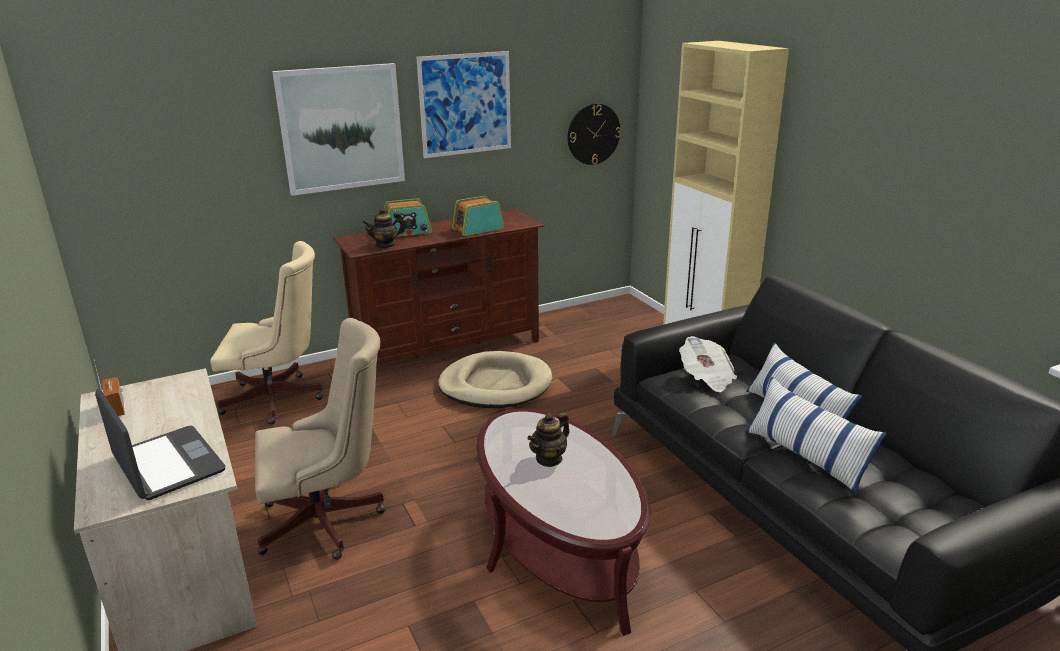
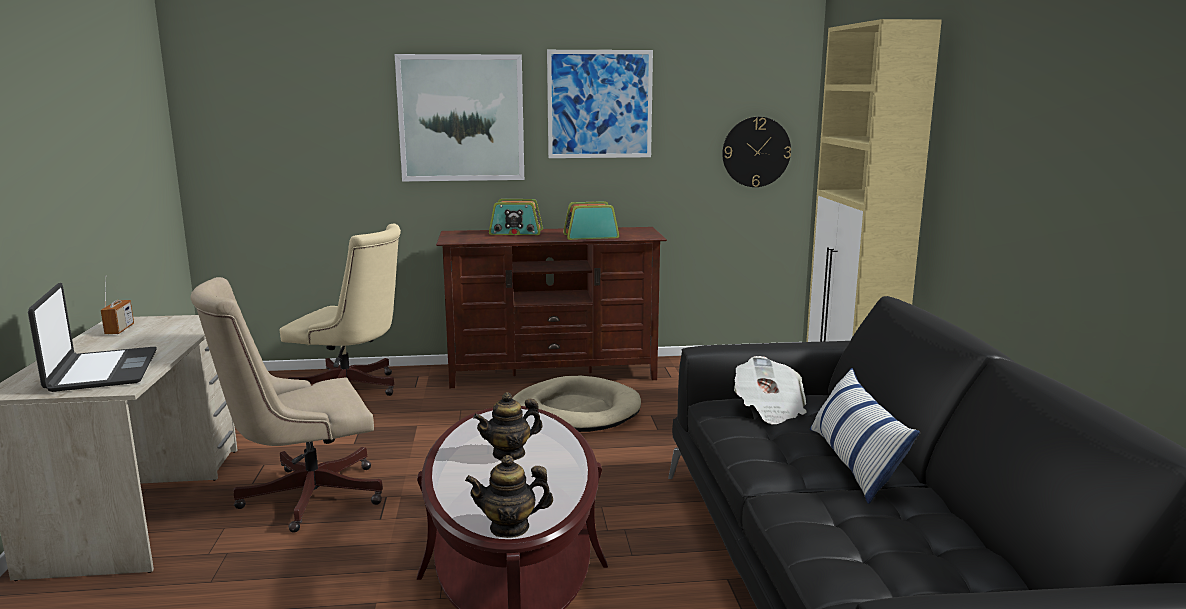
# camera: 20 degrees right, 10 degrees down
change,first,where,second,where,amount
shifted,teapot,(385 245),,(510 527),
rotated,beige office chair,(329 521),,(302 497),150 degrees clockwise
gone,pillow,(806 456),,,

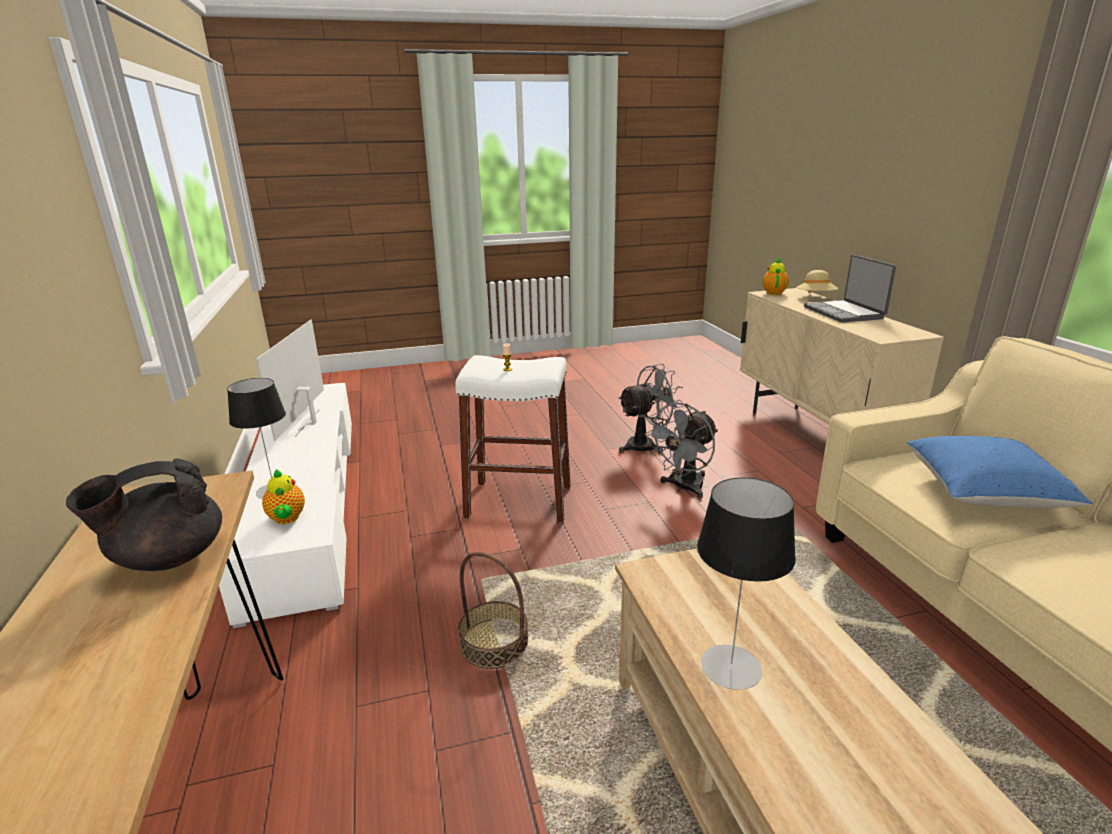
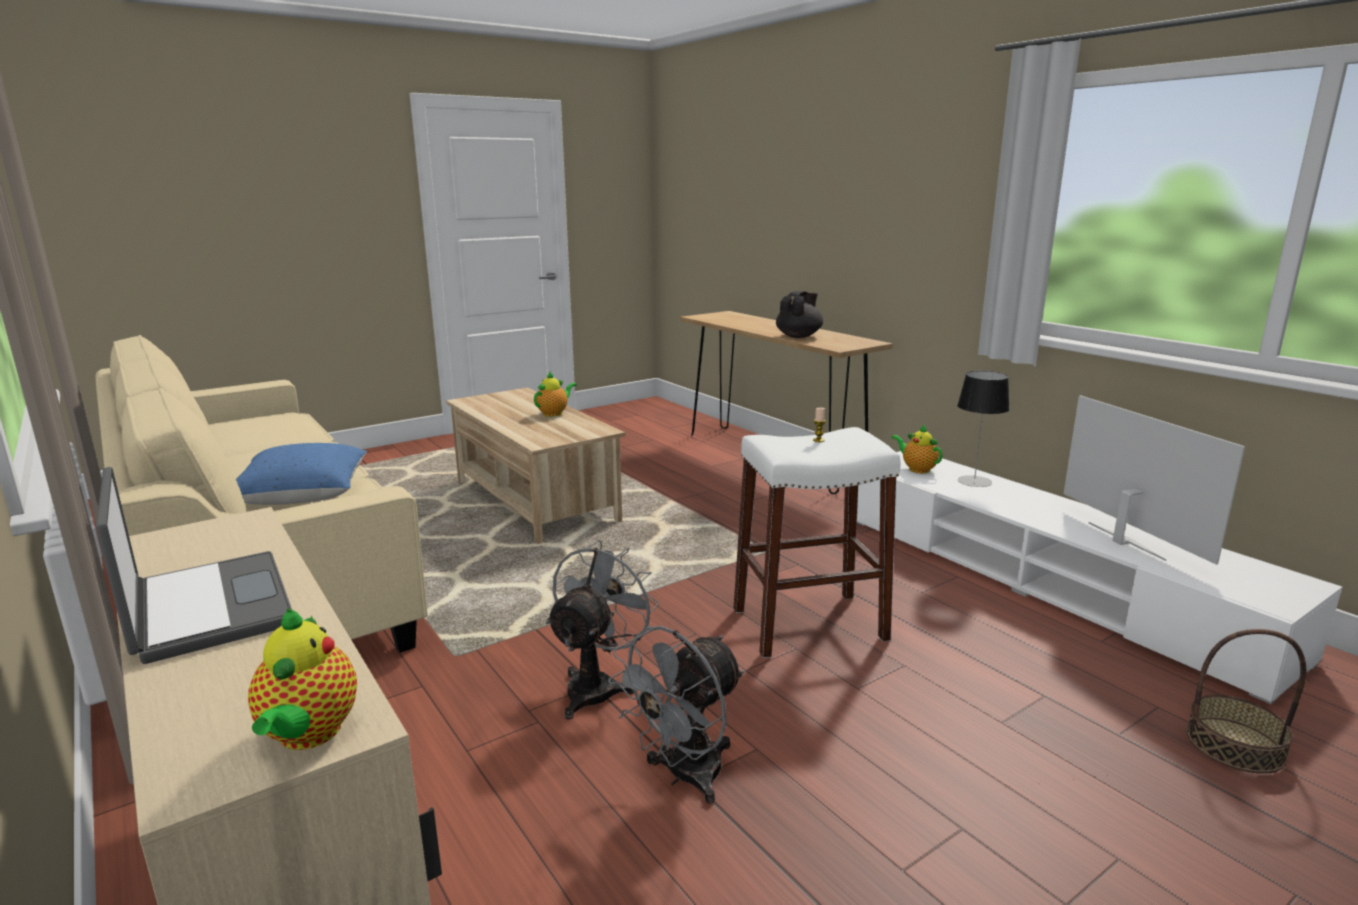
# camera: 160 degrees right, 5 degrees down
change,first,where,second,where,amount
gone,beige hat,(815 298),,,
swapped,table lamp,(730 667),teapot,(554 413),
shifted,basket,(494 643),,(1234 744),

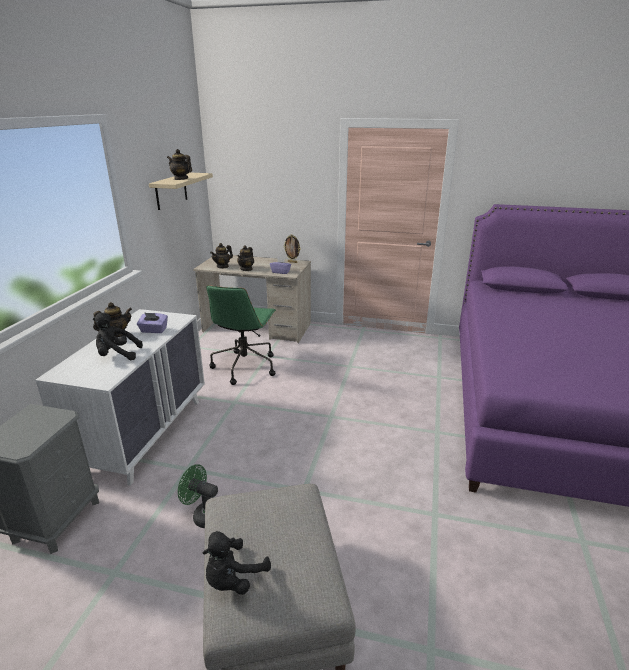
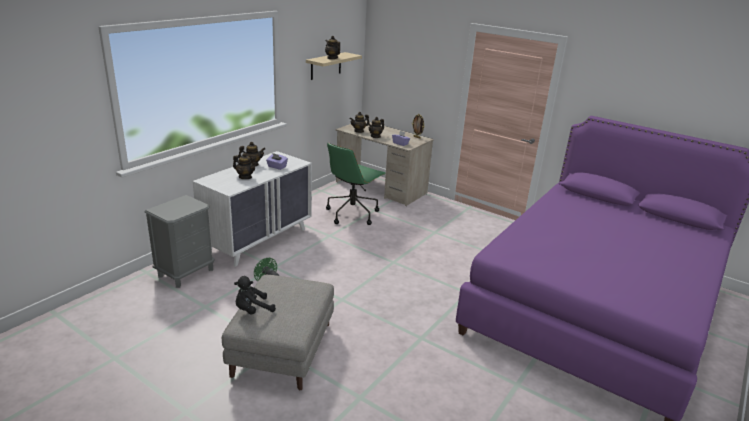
# camera: 20 degrees right, 0 degrees up
change,first,where,second,where,amount
swapped,black plush toy,(117 355),teapot,(245 177),

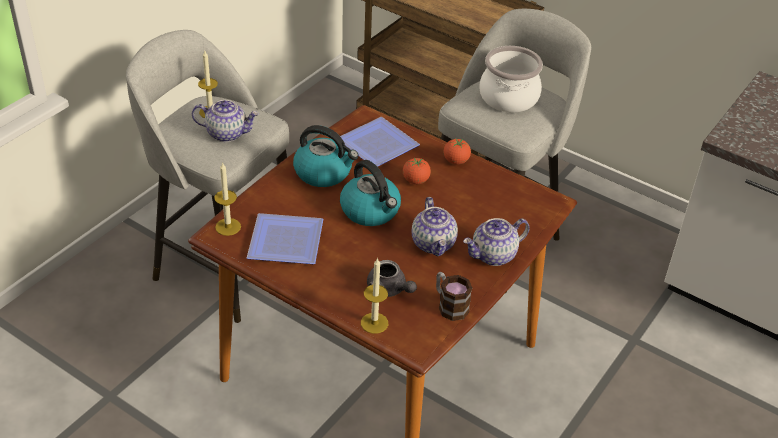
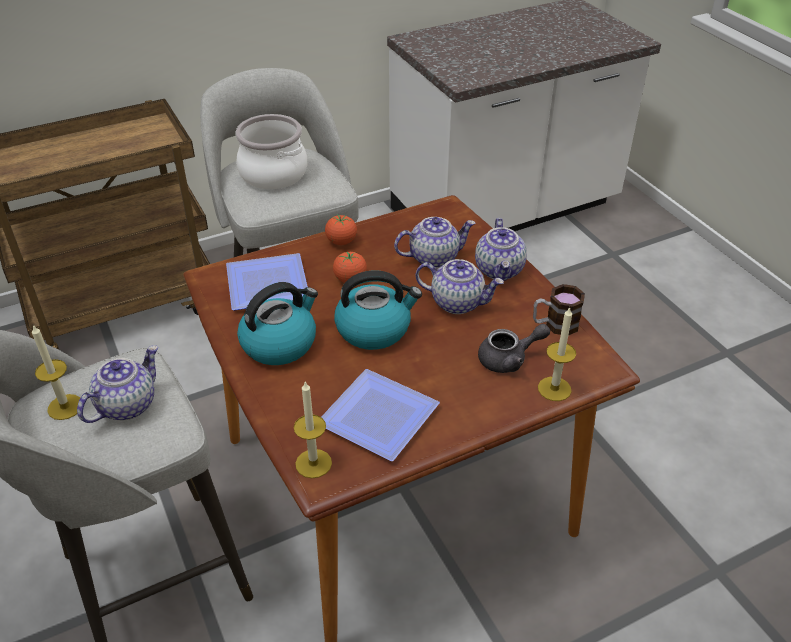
# camera: 60 degrees left, 0 degrees up
change,first,where,second,where,amount
new,,,teapot,(434 257),

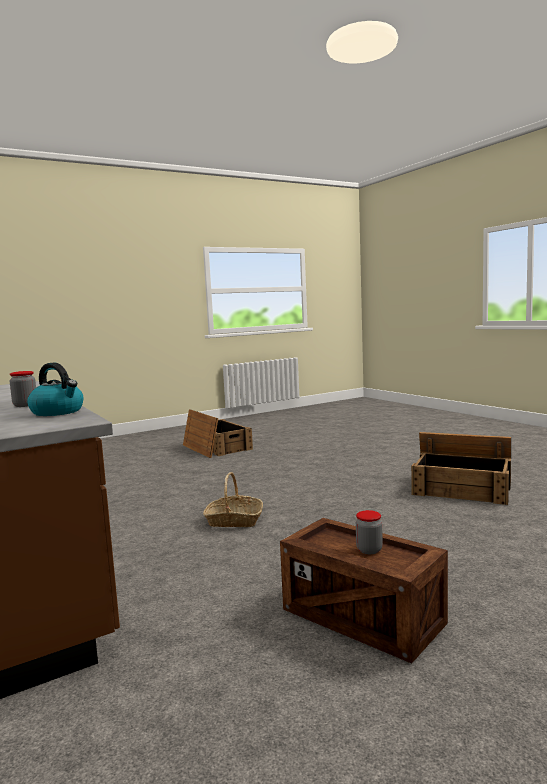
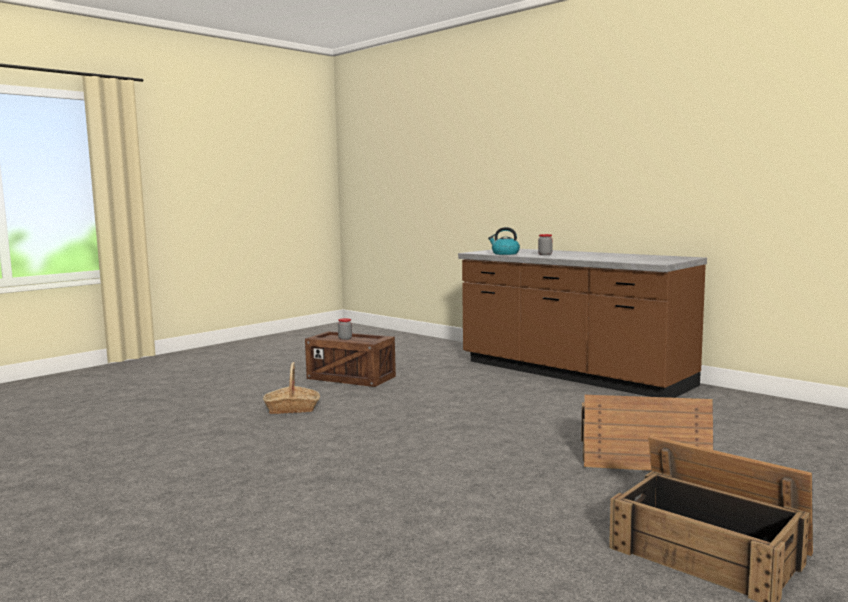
# camera: 165 degrees right, 0 degrees up
change,first,where,second,where,amount
shifted,crate,(462 488),,(640 455),
shifted,basket,(234 521),,(292 408),

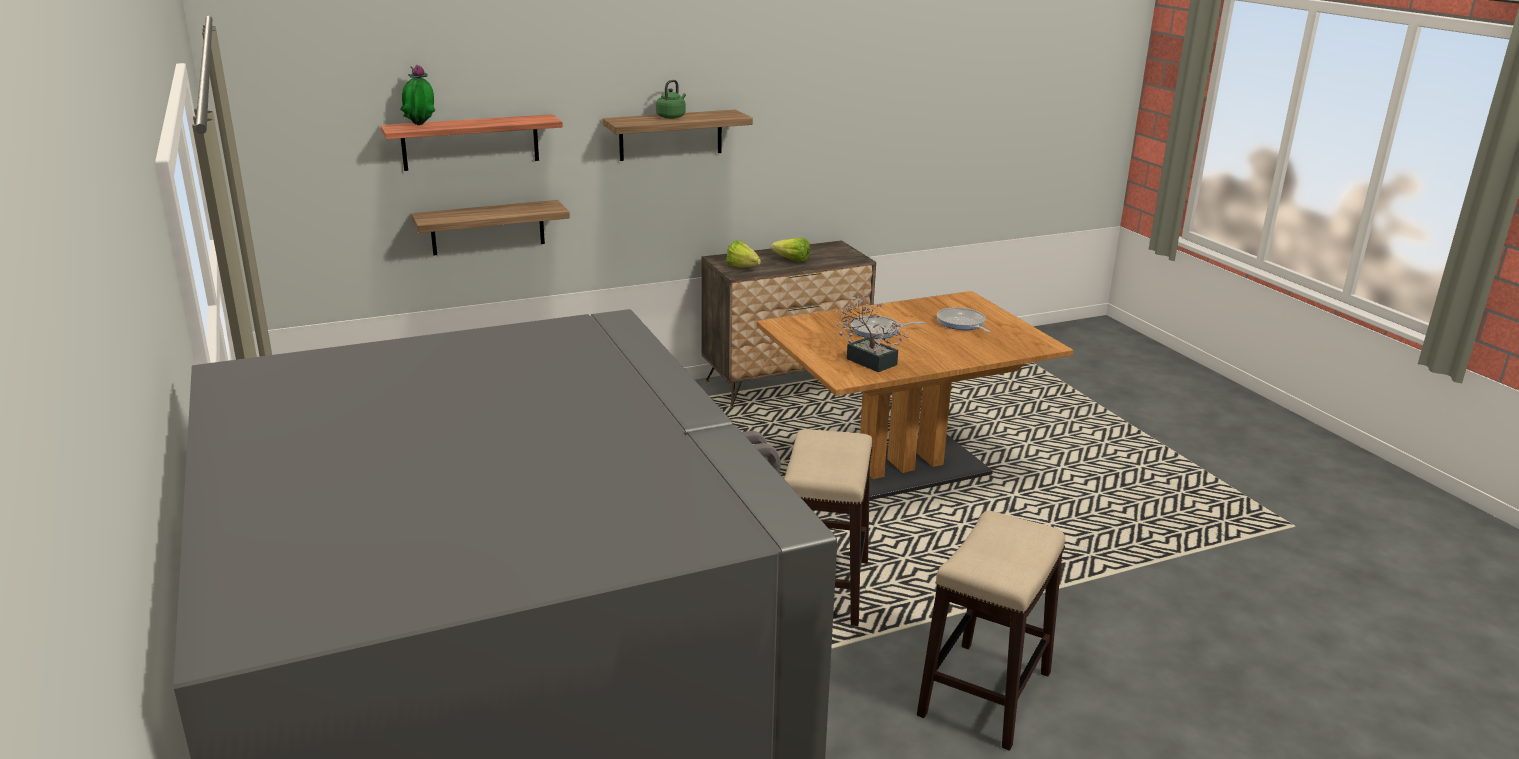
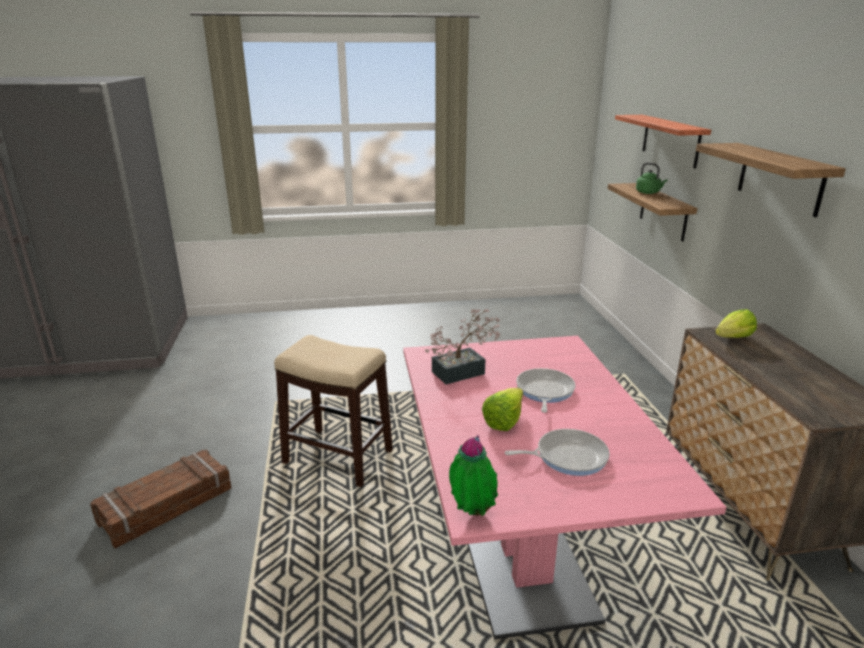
# camera: 105 degrees right, 0 degrees up
change,first,where,second,where,amount
shifted,potted plant,(420 126),,(471 514),
shifted,green kettle,(671 117),,(649 193),
shifted,lettuce,(789 260),,(507 419),
repainted,brown dining table,(900 470),pink dining table,(520 553),
swapped,stool,(985 693),crate,(166 506),

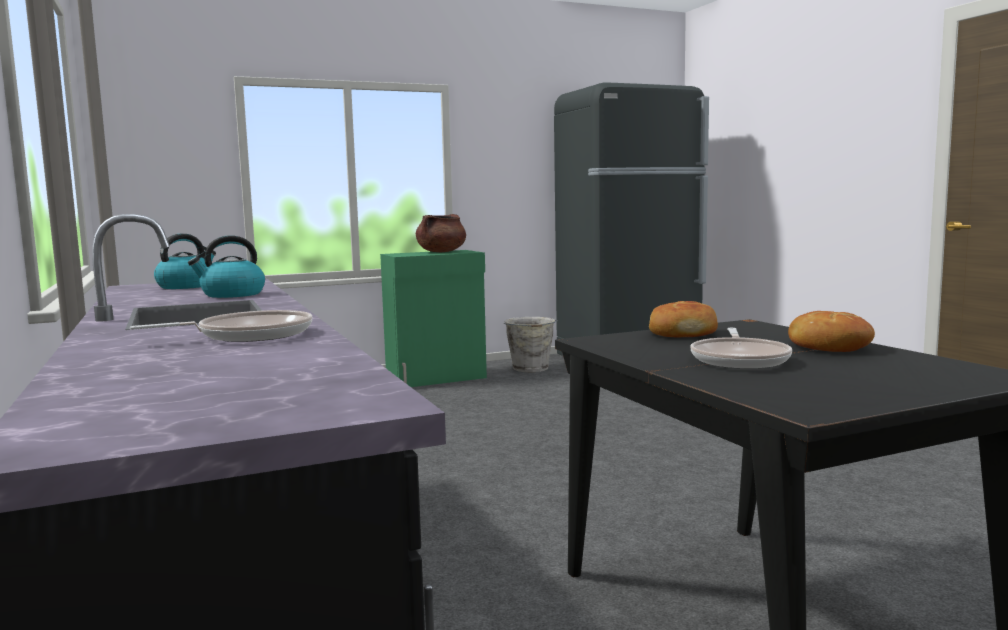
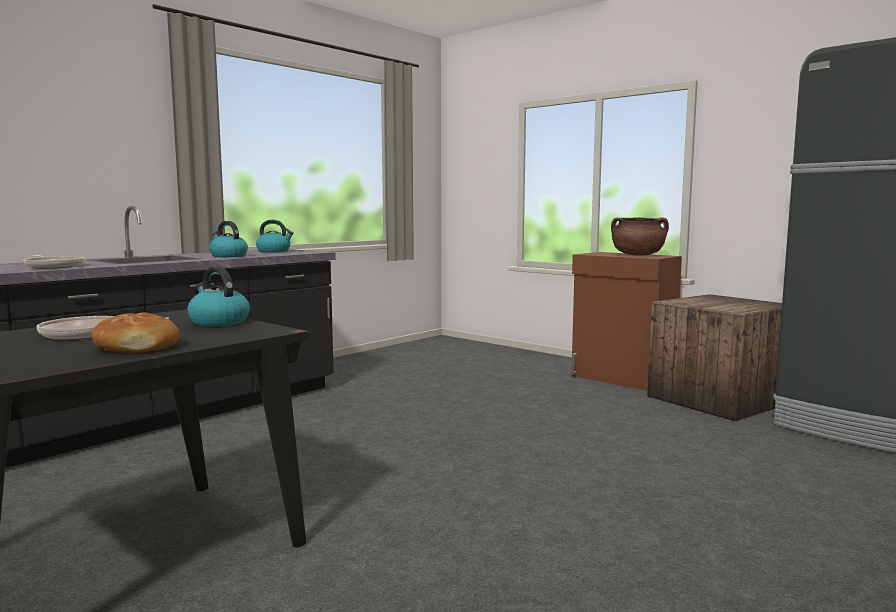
# camera: 65 degrees right, 0 degrees up
change,first,where,second,where,amount
repainted,green cabinet,(437 378),brown cabinet,(622 379),
swapped,bread,(683 333),kettle,(218 322),
swapped,grey bucket,(530 369),crate,(720 400),

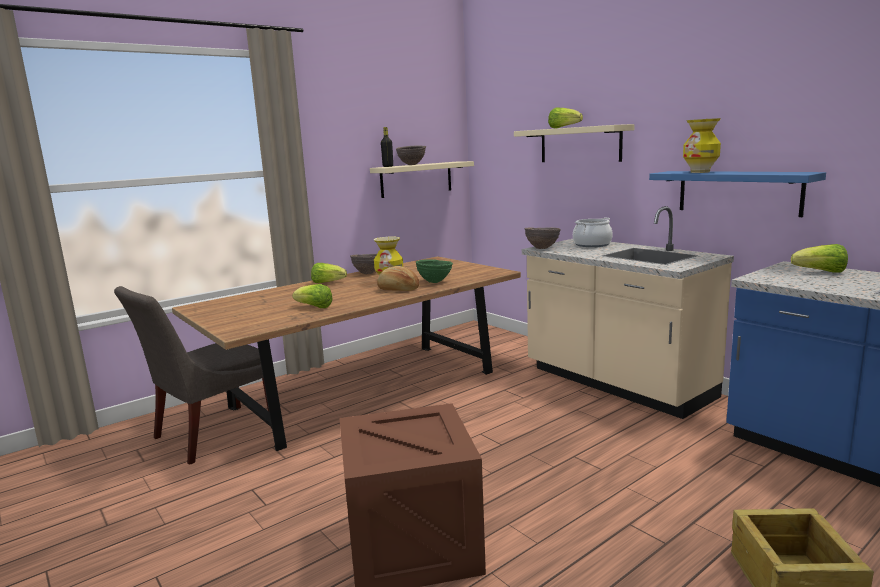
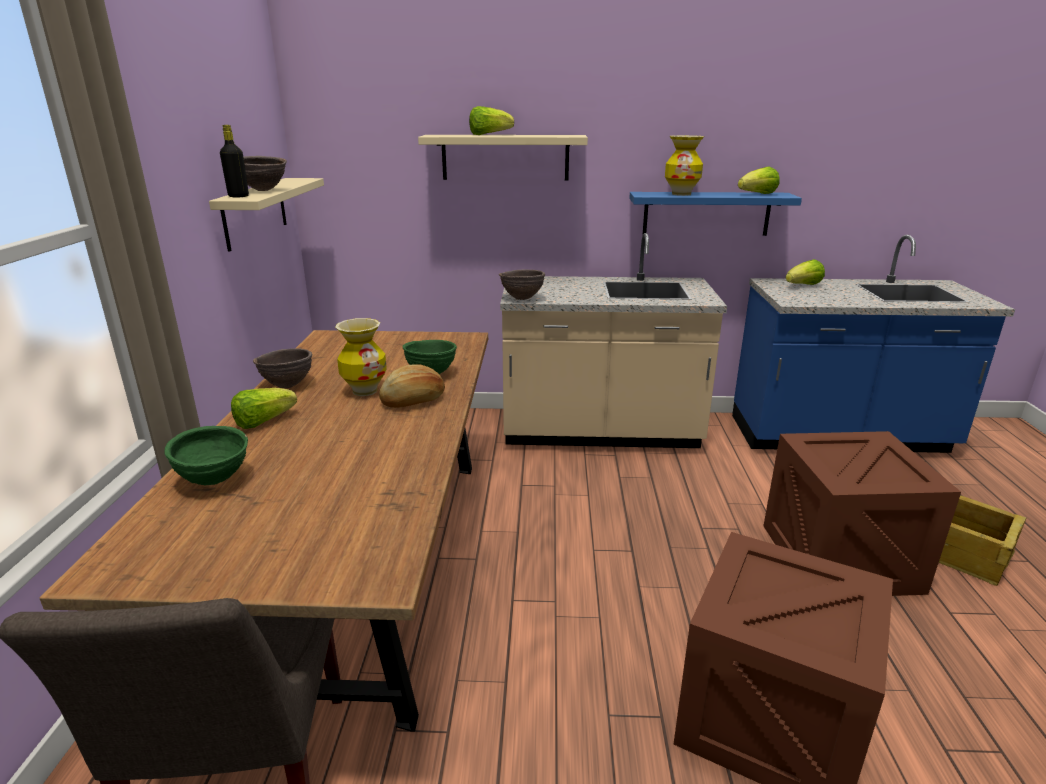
# camera: 50 degrees left, 10 degrees up
change,first,where,second,where,amount
gone,cooking pot,(592 244),,,
shifted,lettuce,(314 307),,(757 194),
new,,,green bowl,(214 481),
new,,,crate,(839 557),

